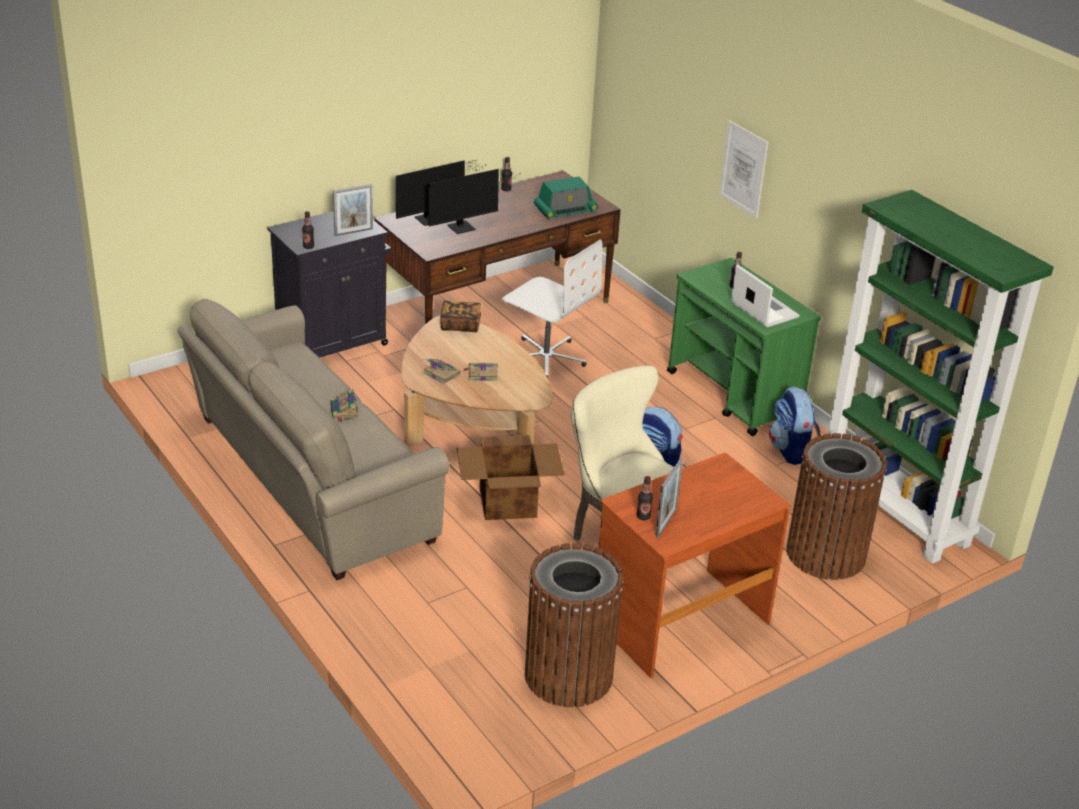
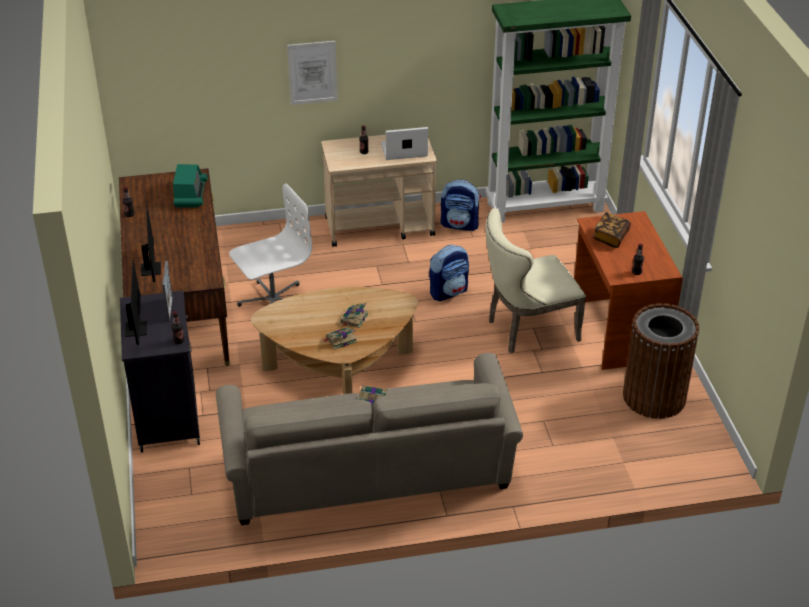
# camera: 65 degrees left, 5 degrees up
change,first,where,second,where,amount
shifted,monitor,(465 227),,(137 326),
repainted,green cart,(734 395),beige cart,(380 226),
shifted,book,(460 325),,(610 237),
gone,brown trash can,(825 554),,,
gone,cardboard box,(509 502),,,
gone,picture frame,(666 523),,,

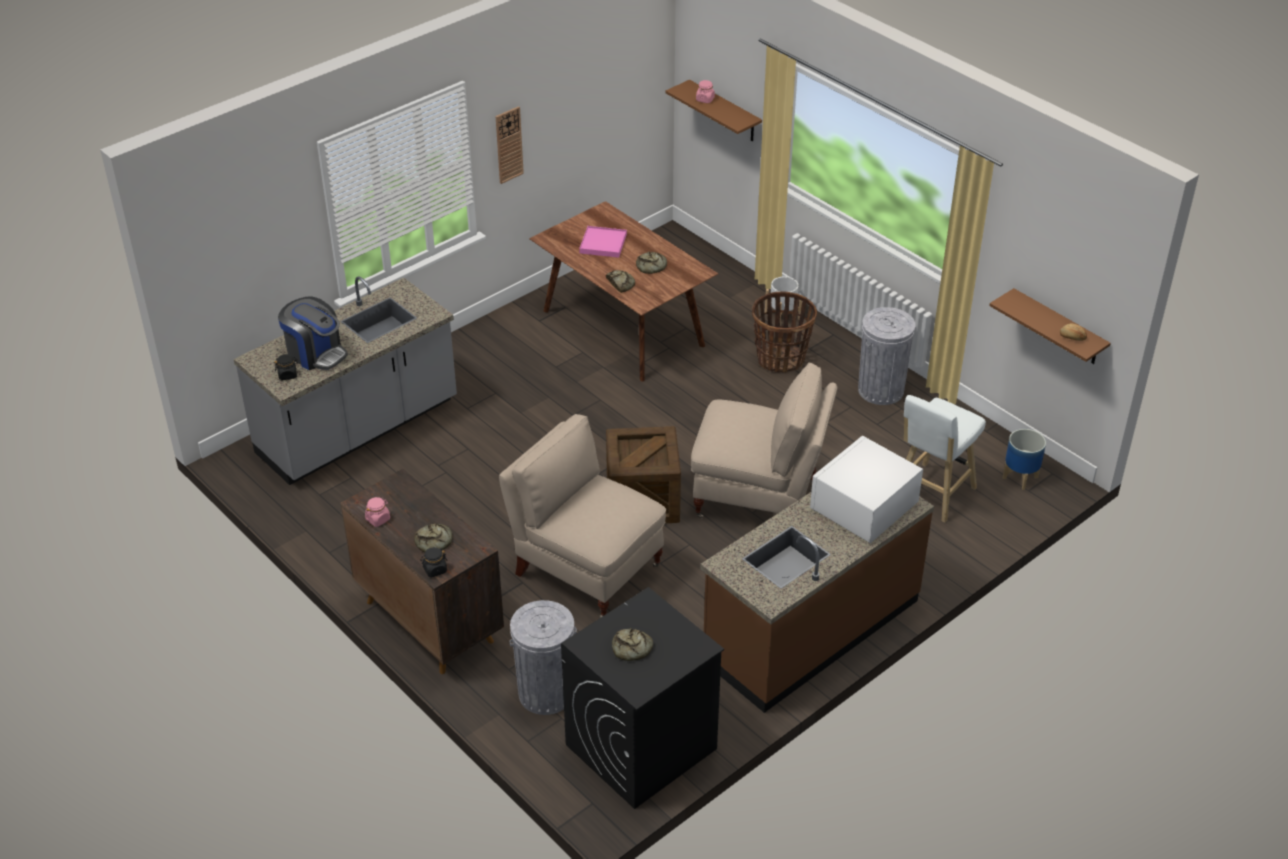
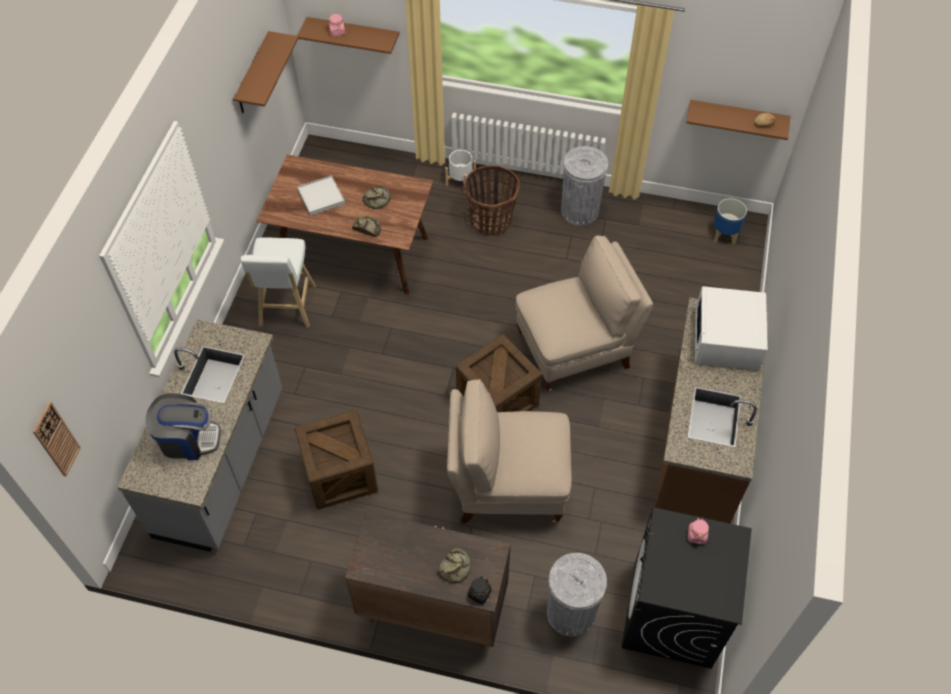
# camera: 35 degrees left, 15 degrees up
change,first,where,second,where,amount
shifted,wall clock,(509 145),,(56 439),
repainted,pink tray,(603 244),white tray,(321 197),
gone,black jar,(288 375),,,
shifted,white stool,(931 495),,(286 308),
shifted,pink jar,(378 519),,(696 535),
gone,bread,(631 649),,,
new,,,brown shelf,(253 75),
new,,,crate,(340 474),

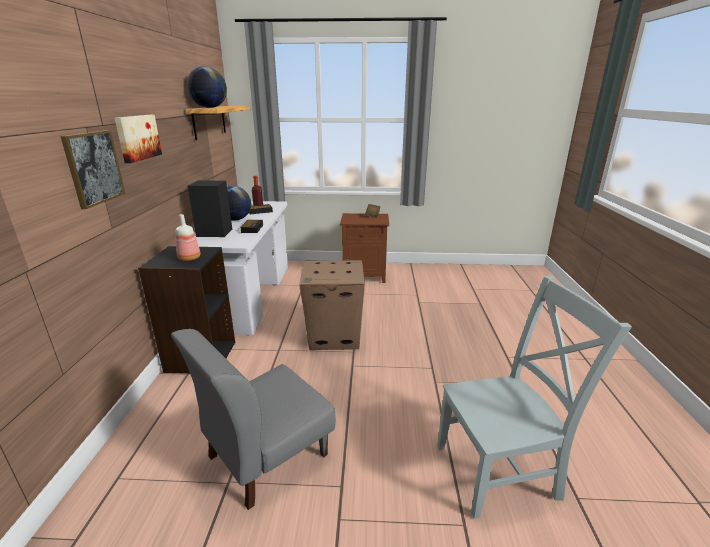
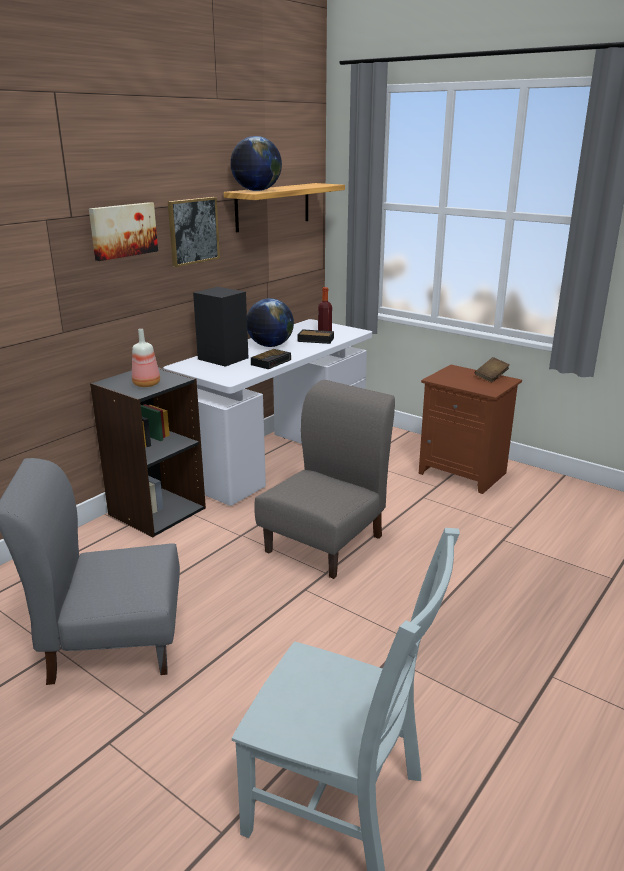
# camera: 35 degrees right, 0 degrees up
change,first,where,second,where,amount
shifted,picture,(94 168),,(193 231),
swapped,cardboard box,(335 336),grey chair,(325 543),

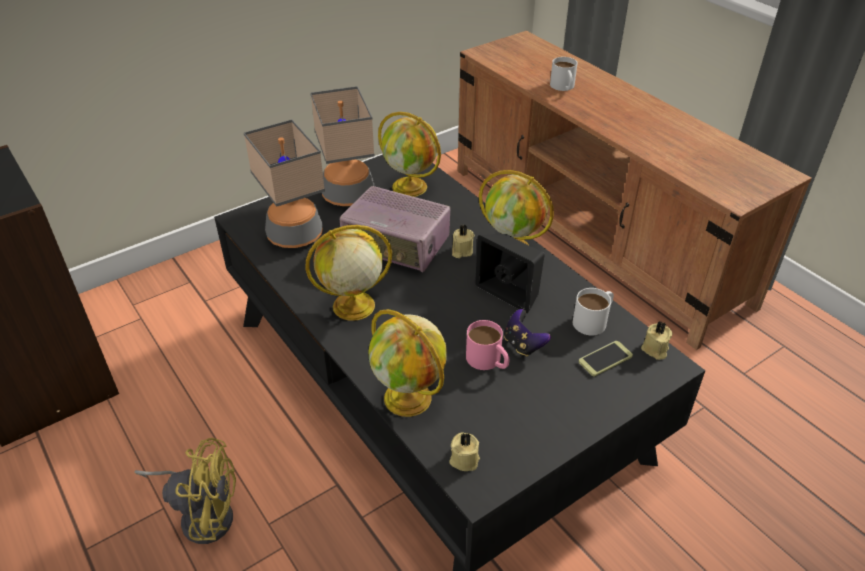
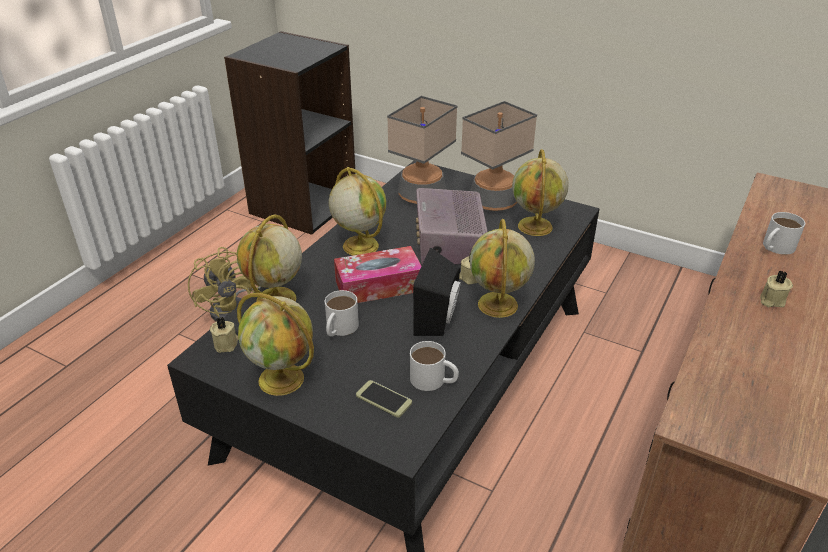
# camera: 65 degrees right, 5 degrees down
change,first,where,second,where,amount
gone,game controller,(523 345),,,
repainted,pink mug,(488 361),white mug,(339 329),
shifted,beige candle,(655 350),,(771 300),
new,,,tissue box,(378 286),
new,,,globe,(283 379),

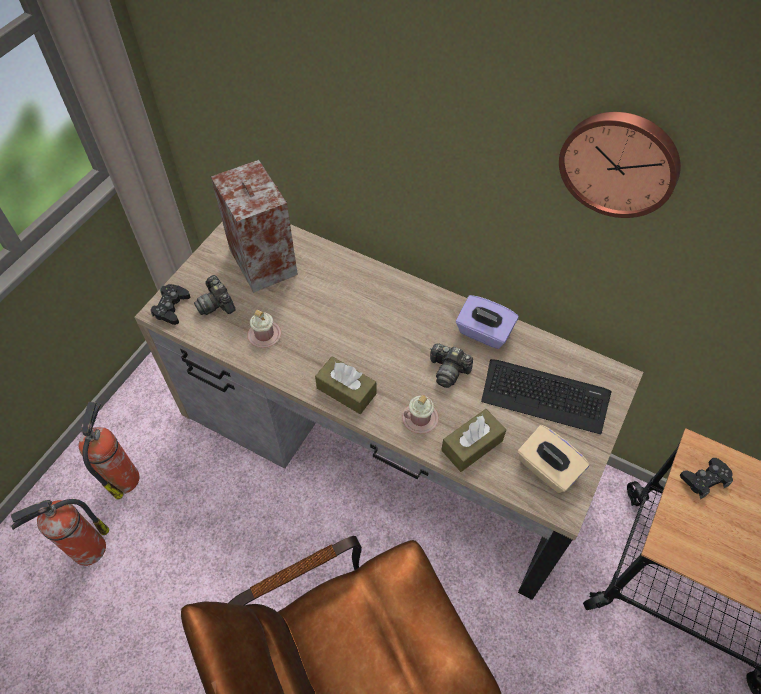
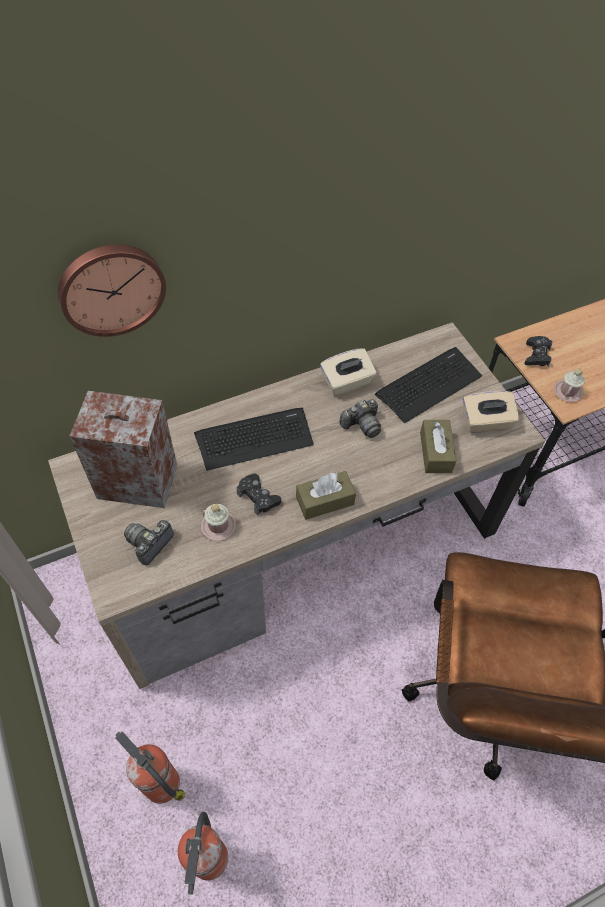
# camera: 55 degrees left, 0 degrees up
change,first,where,second,where,amount
shifted,wall clock,(619 162),,(111 288),
rotated,photo camera,(216 304),,(149 543),120 degrees clockwise
shifted,black game controller,(171 307),,(258 497),
repainted,purple tissue box,(483 333),beige tissue box,(347 382),
shifted,pink mug,(420 418),,(567 391),
new,,,keyboard,(254 438),

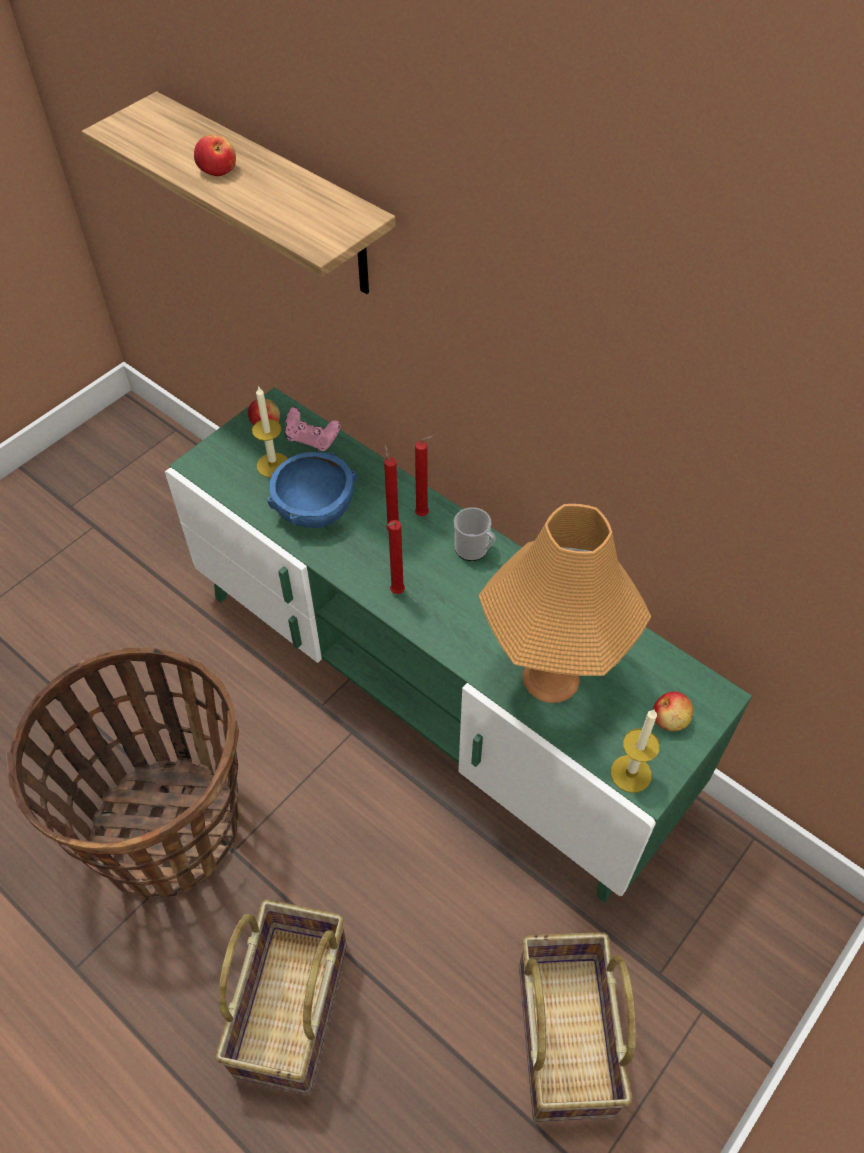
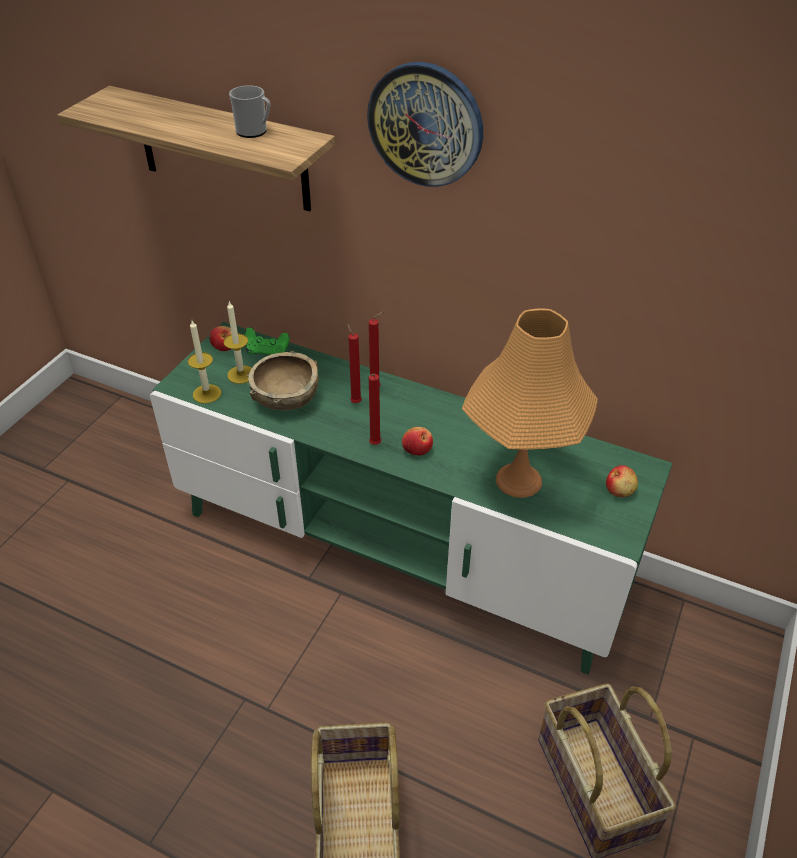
# camera: 15 degrees left, 10 degrees down
change,first,where,second,where,amount
shifted,apple,(218 170),,(417 449),
repainted,pink game controller,(312 439),green game controller,(267 352),
repainted,blue bowl,(315 507),brown bowl,(286 397),
shifted,mug,(474 550),,(254 132),
gone,basket,(167 827),,,
shifted,candle,(631 773),,(207 394),
new,,,wall clock,(426 124),

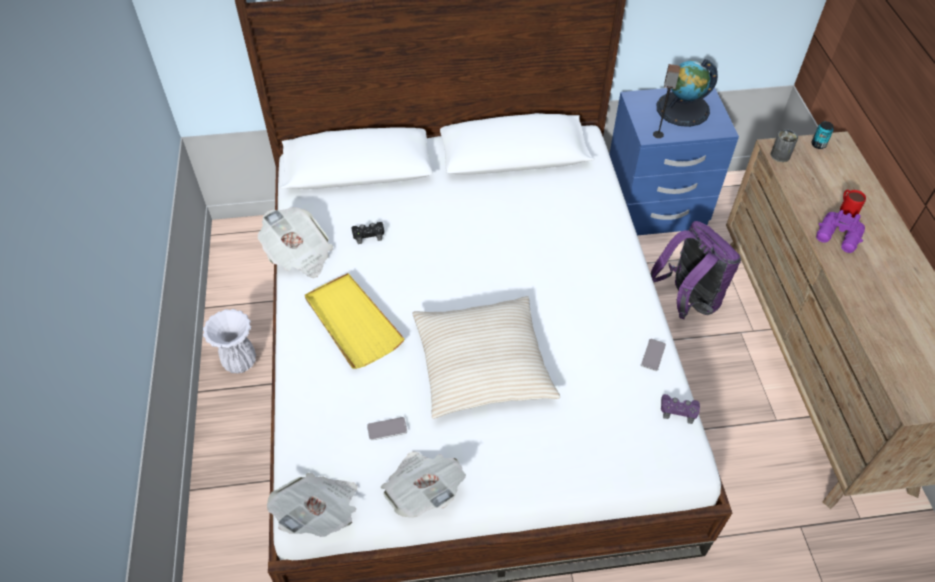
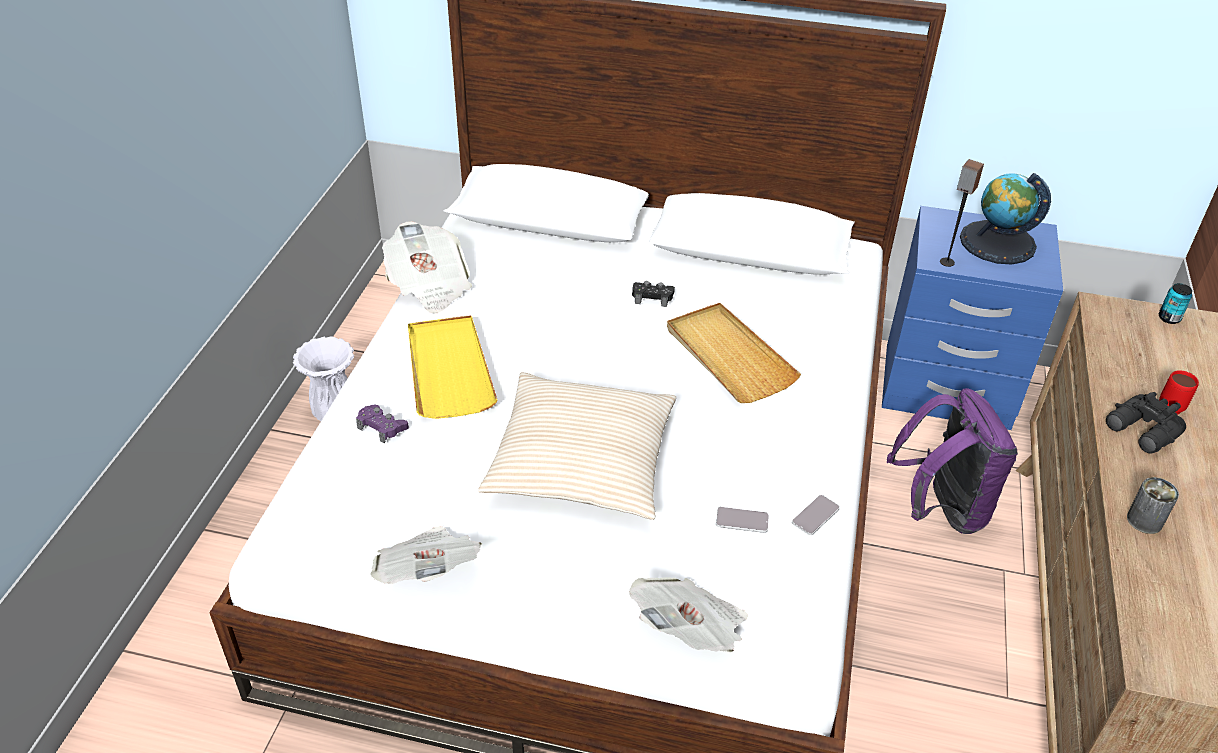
# camera: 20 degrees right, 10 degrees down
change,first,where,second,where,amount
shifted,can,(780 155),,(1144 520),
repainted,purple binoculars,(838 238),black binoculars,(1142 432),
shifted,black game controller,(368 234),,(652 297),
shifted,purple game controller,(678 410),,(382 427),
shifted,phone,(387 429),,(742 520),
shifted,newspaper,(320 512),,(690 631),
new,,,beige tray,(728 356),

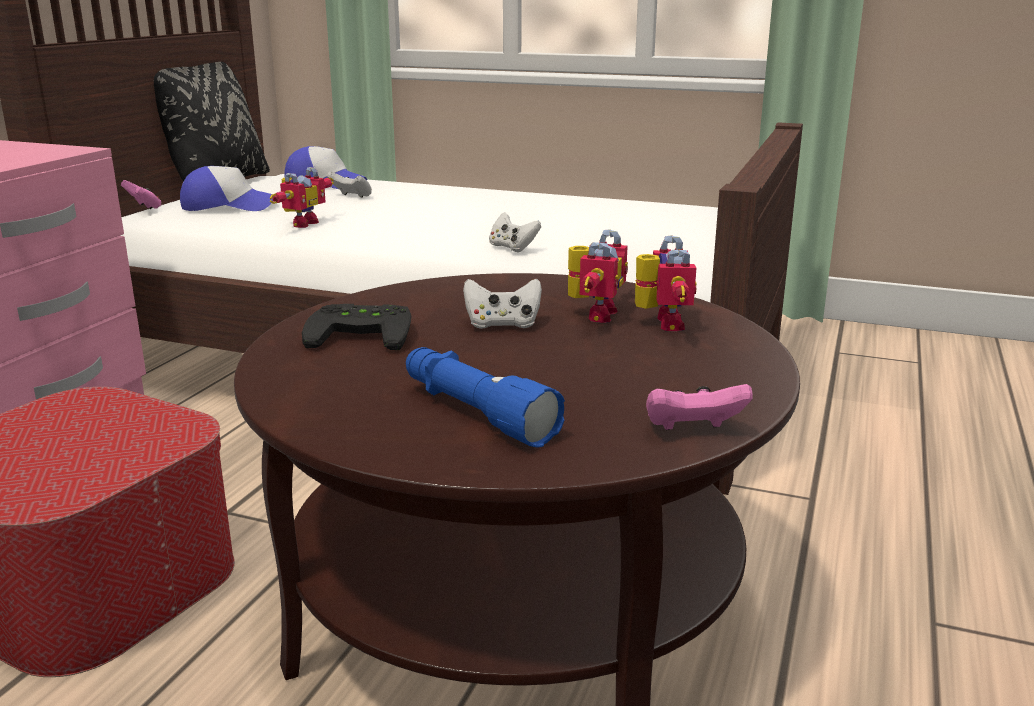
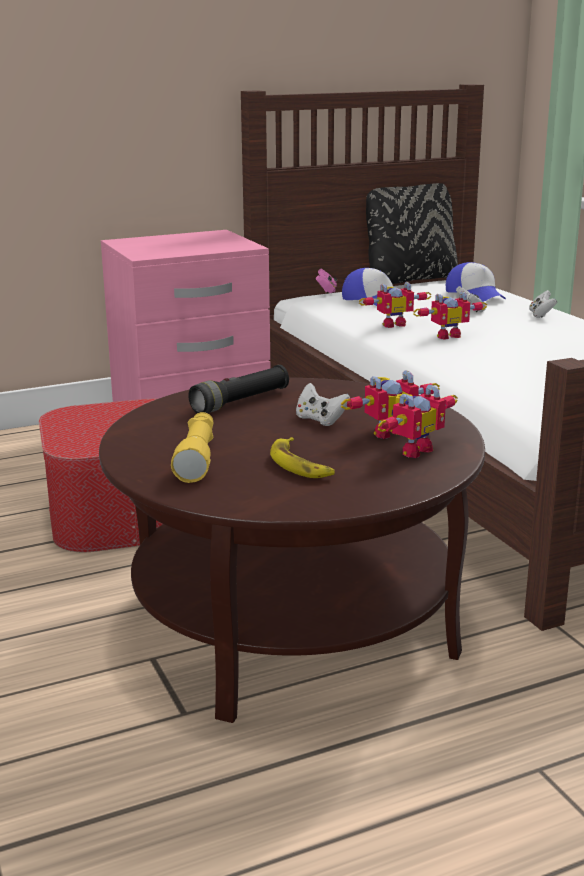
# camera: 45 degrees right, 0 degrees up
change,first,where,second,where,amount
shifted,white game controller,(512 248),,(541 315),
swapped,black game controller,(363 334),black flashlight,(240 402),
repainted,blue flashlight,(475 413),yellow flashlight,(197 458),
gone,pink game controller,(692 430),,,
new,,,toy robot,(446 335),
new,,,banana,(300 465),

